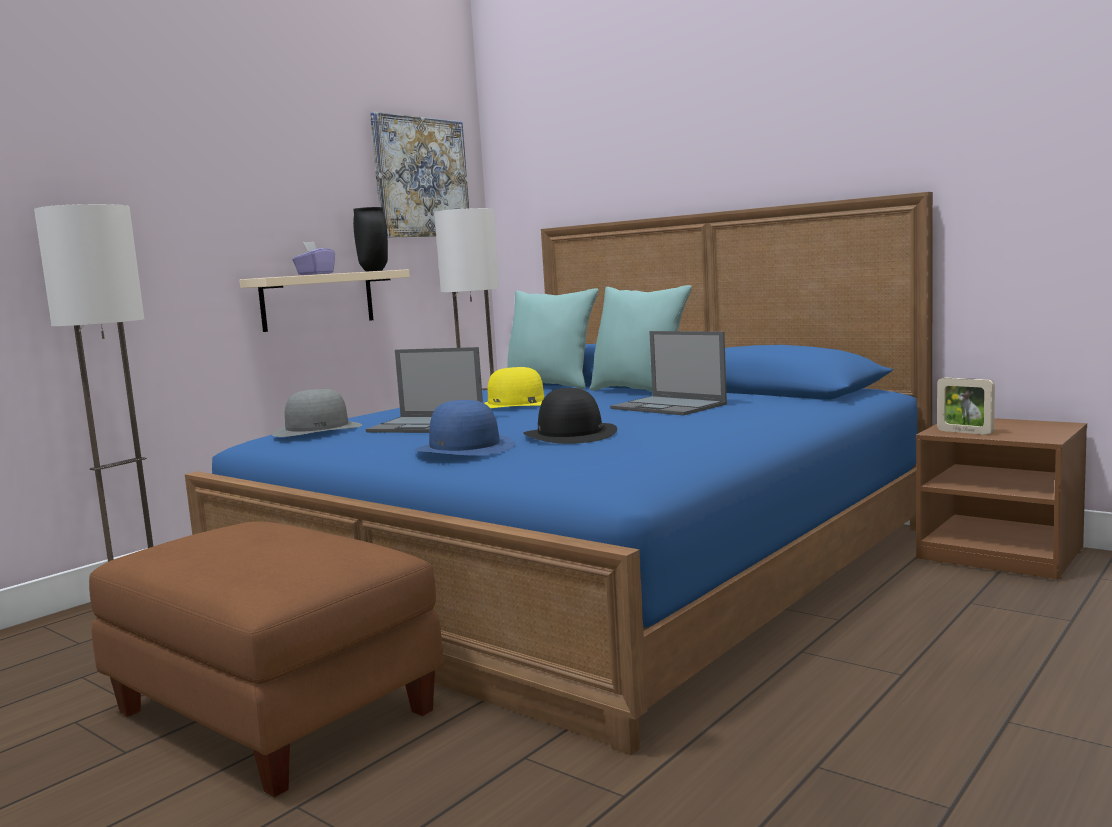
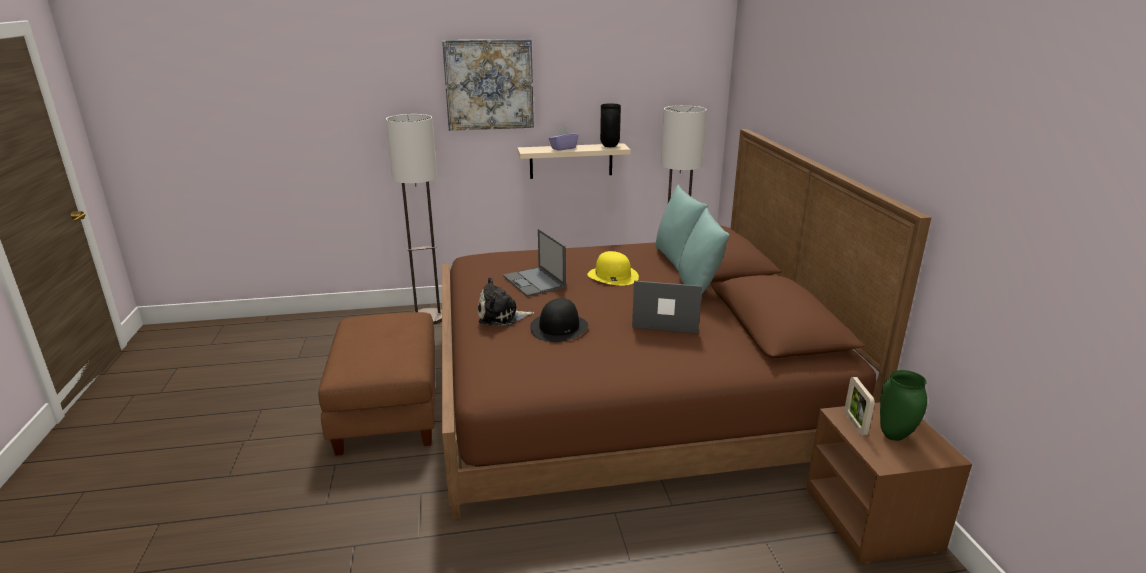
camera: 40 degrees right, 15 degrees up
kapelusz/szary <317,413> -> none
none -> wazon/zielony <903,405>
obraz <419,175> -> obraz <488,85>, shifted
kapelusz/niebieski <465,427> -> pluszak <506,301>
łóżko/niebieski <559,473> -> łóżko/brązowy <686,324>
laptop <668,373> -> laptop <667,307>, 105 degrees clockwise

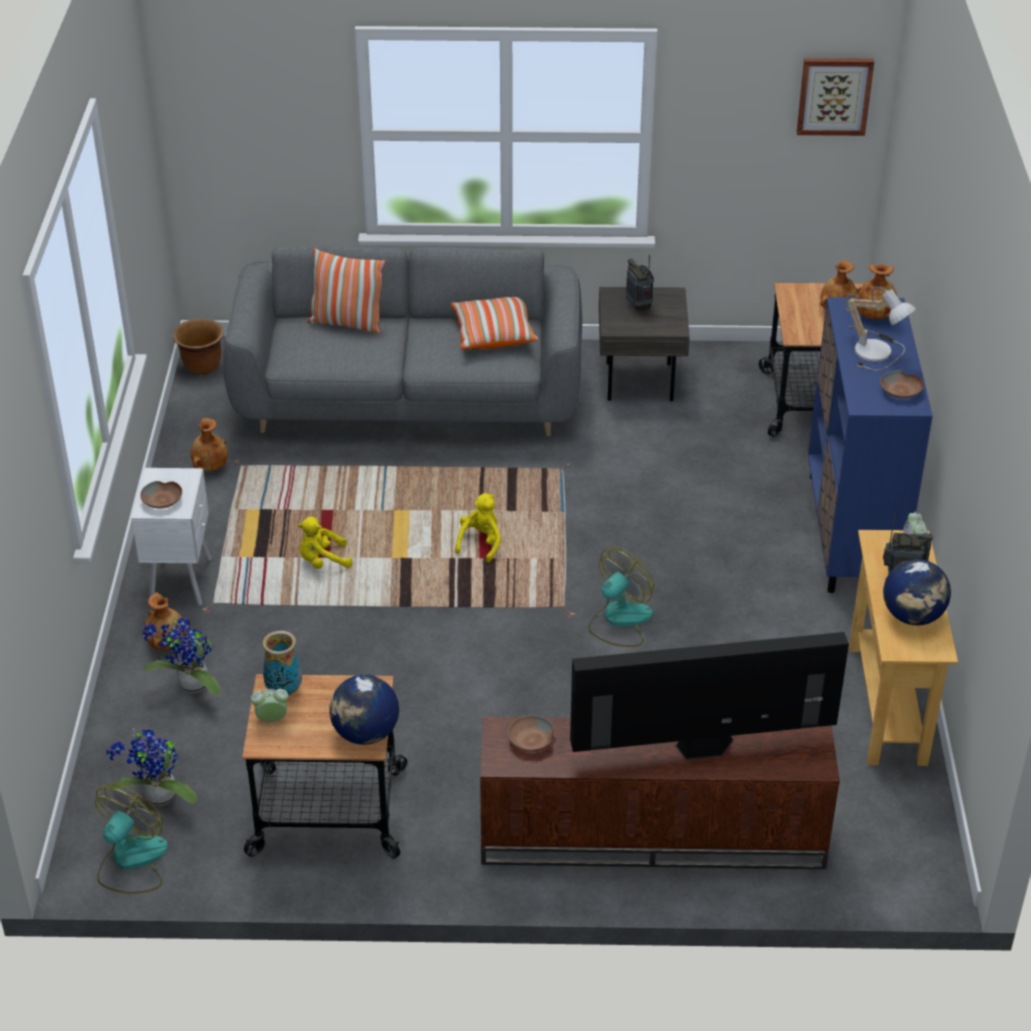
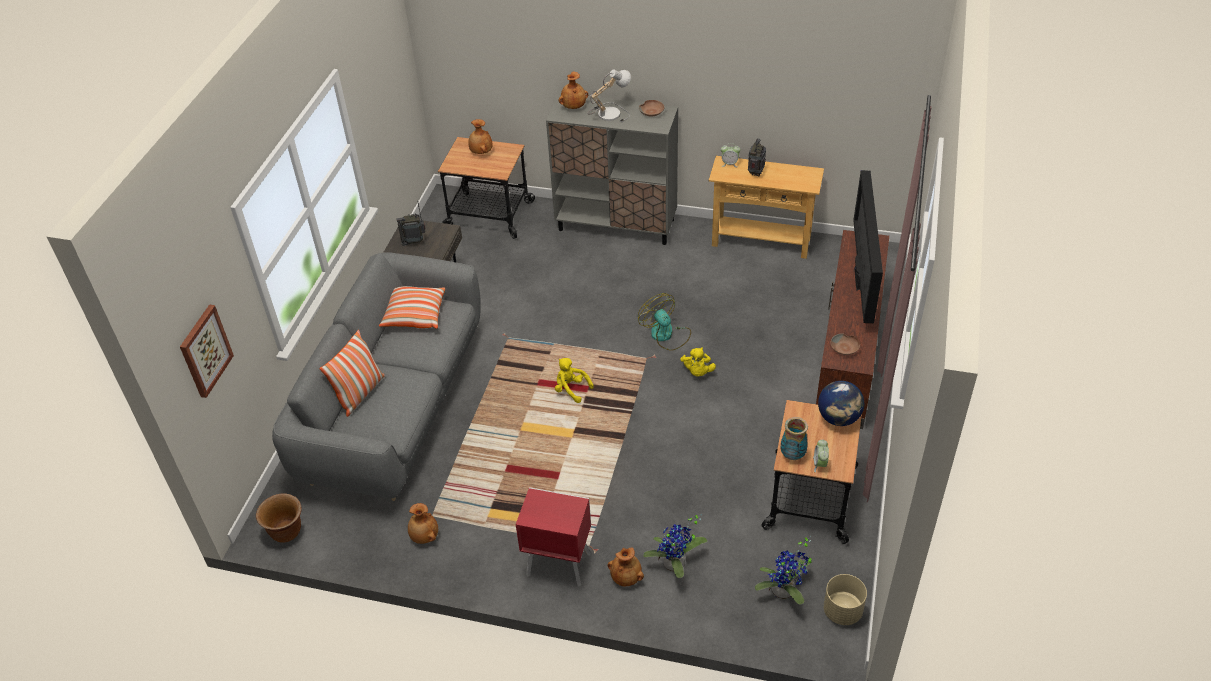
camera: 75 degrees left, 5 degrees up
miska/brązowy <161,494> -> none
globus <917,592> -> none
pluszak/żółty <325,542> -> pluszak/żółty <698,361>, shifted
obraz <835,97> -> obraz <207,351>, shifted
wentylator <131,839> -> donica/beżowy <845,599>
szafka nocna/biały <171,537> -> szafka nocna/czerwony <553,536>
szafka/niebieski <870,445> -> szafka/szary <612,169>

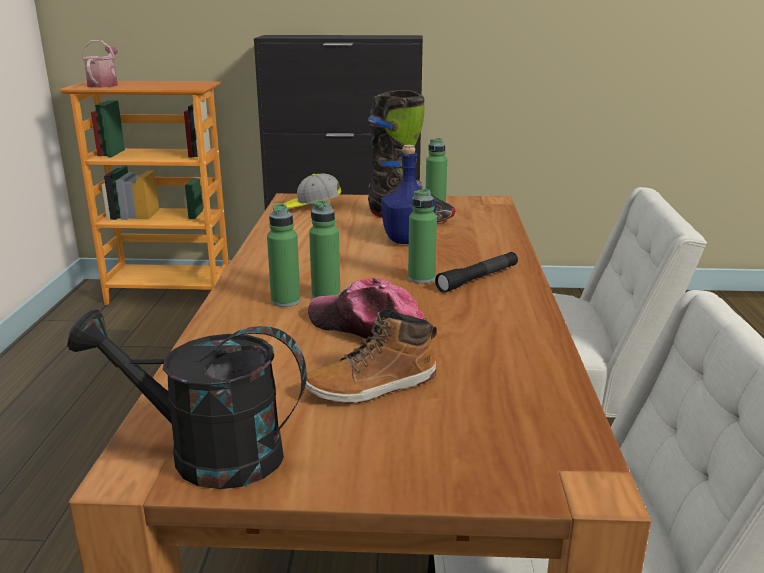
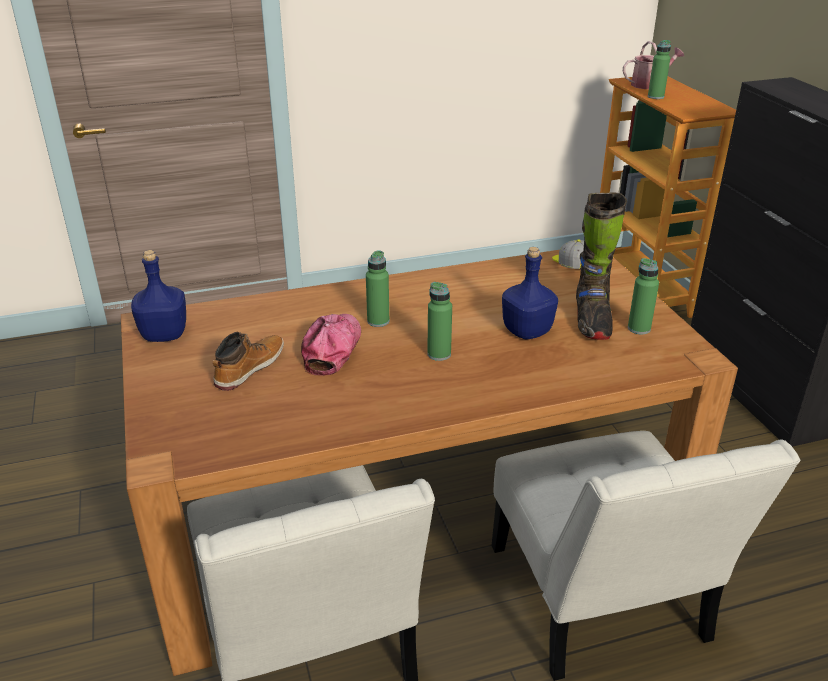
camera: 70 degrees right, 10 degrees up
latarka/czarny <476,272> -> none
butelka/zielony <283,255> -> butelka/zielony <659,69>, shifted
konewka/czarny <187,399> -> butelka/niebieski <158,296>
but z cholewką <371,356> -> but z cholewką <248,361>, 75 degrees clockwise

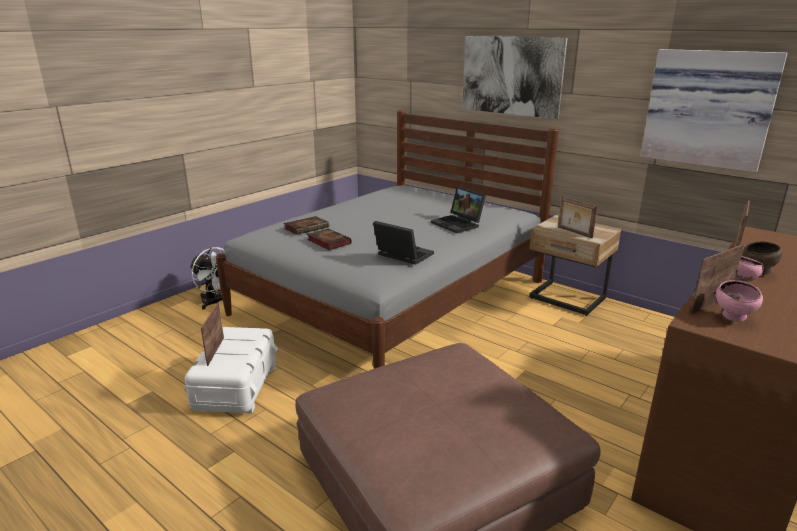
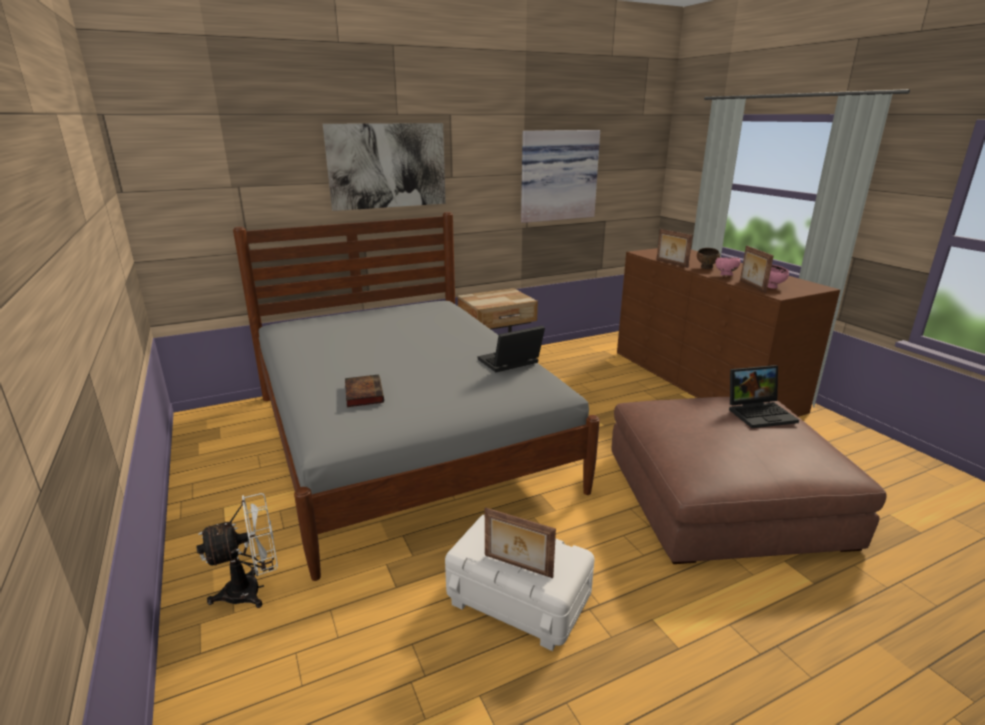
camera: 65 degrees left, 0 degrees up
książka <329,239> -> none
ramka na zdjęcie <578,217> -> none
laptop <458,210> -> laptop <764,396>, shifted

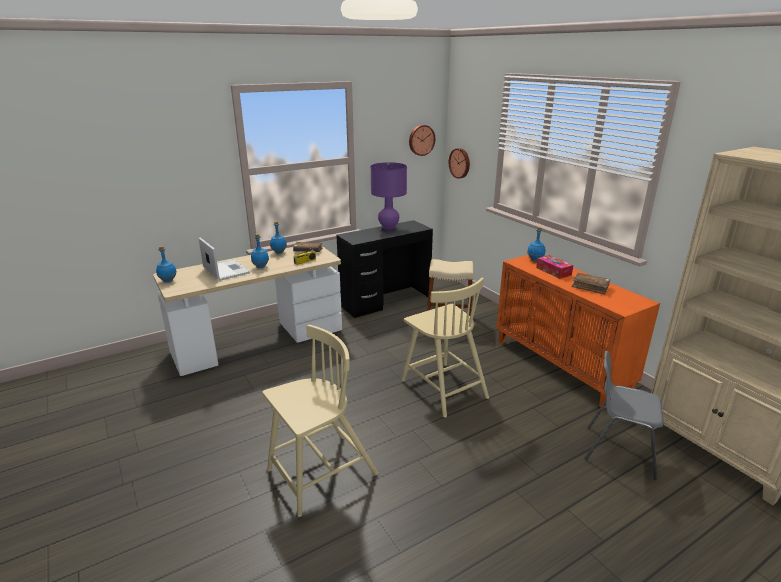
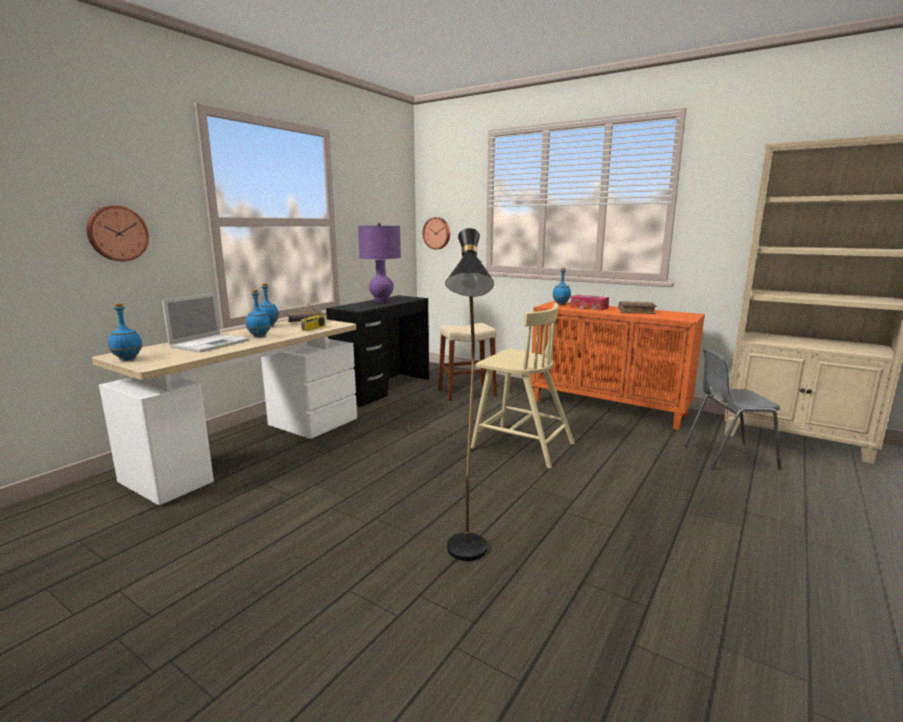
camera: 25 degrees left, 10 degrees down
zegar ścienny <422,140> -> zegar ścienny <118,233>, shifted
krzesło/beżowy <320,421> -> lampa stojąca/czarny <469,394>
laptop <224,259> -> laptop <205,323>, 90 degrees clockwise

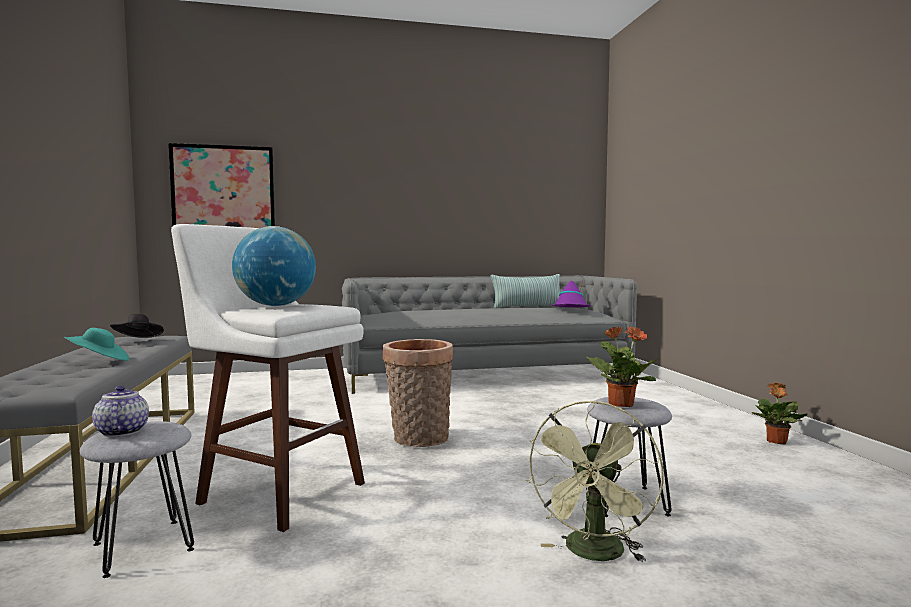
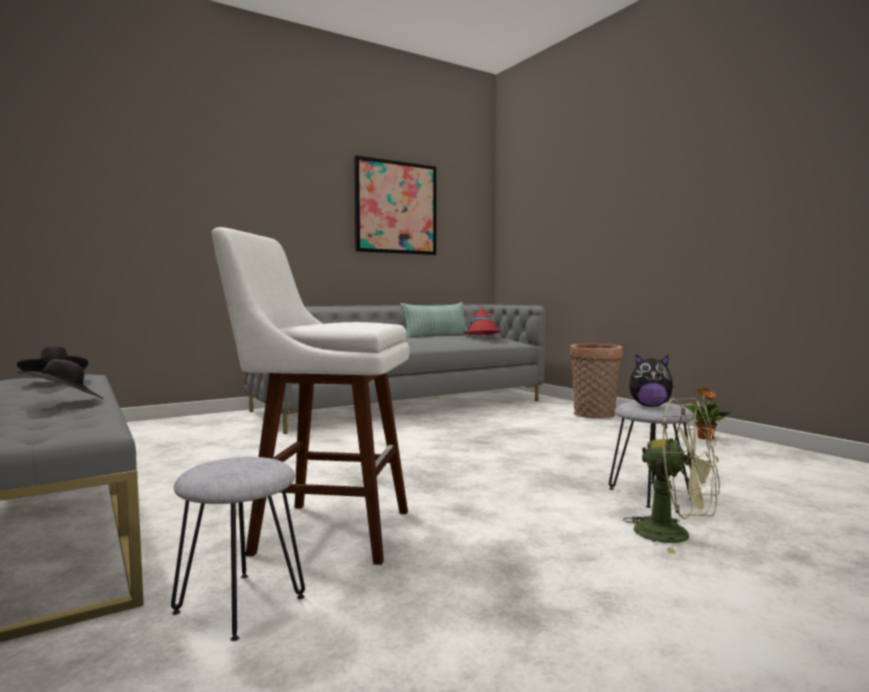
camera: 20 degrees left, 0 degrees up
imbryk <120,411> -> none
globus <274,266> -> none
obraz <221,185> -> obraz <395,205>, shifted
koszyk <417,393> -> koszyk <596,381>, shifted
roślina doniczkowa <623,367> -> pluszak <651,380>
kapelusz/turkusowy <96,344> -> kapelusz/czarny <60,379>
kapelusz/fioletowy <571,293> -> kapelusz/czerwony <482,321>
wentylator/zielony <595,481> -> wentylator/zielony <671,476>, 60 degrees counterclockwise

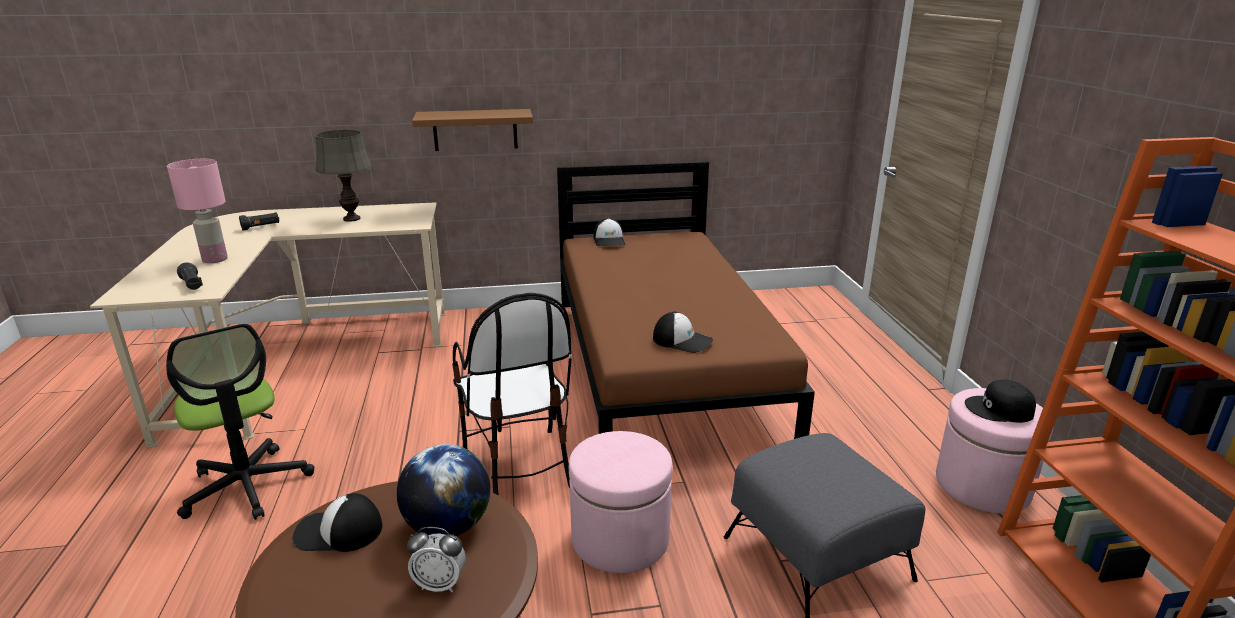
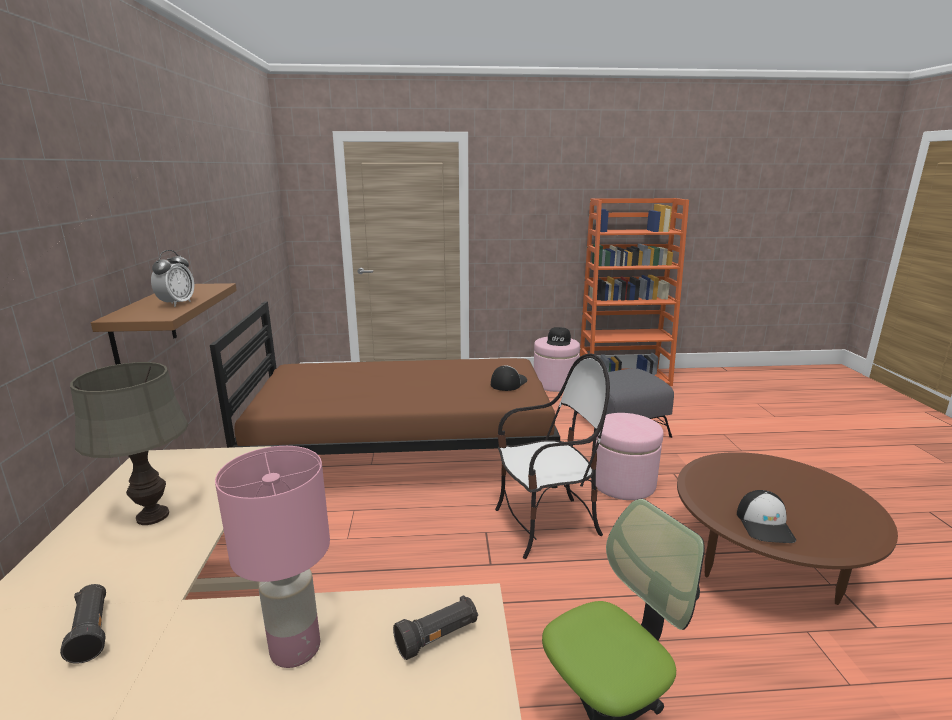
camera: 85 degrees left, 5 degrees down
globus <443,490> -> none
czapka z daszkiem <609,232> -> none
budzik <436,559> -> budzik <172,278>, shifted

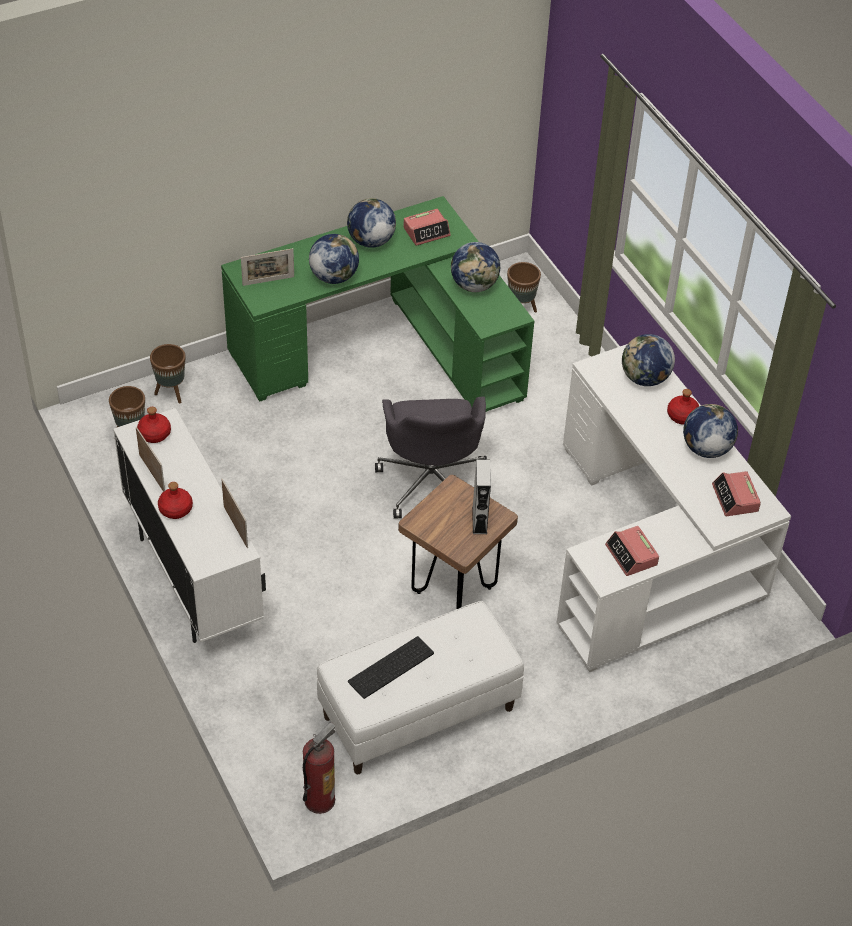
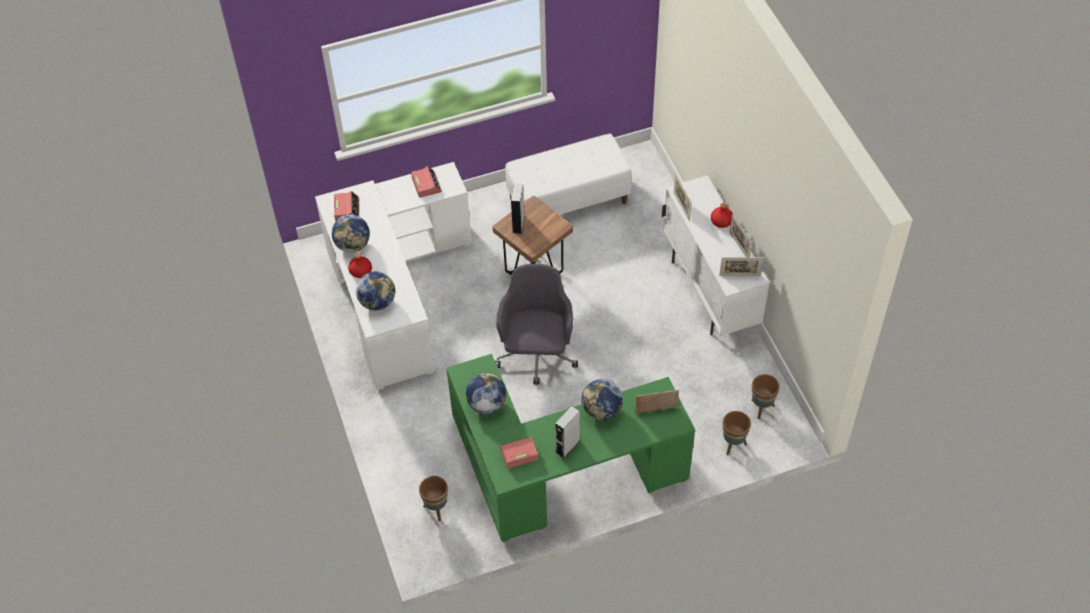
camera: 170 degrees left, 5 degrees up
gaśnica <319,768> -> none
klawiatura <391,667> -> none
butelka/czerwony <154,425> -> ramka na zdjęcie <741,266>
globus <371,223> -> głośnik/szary <567,432>

